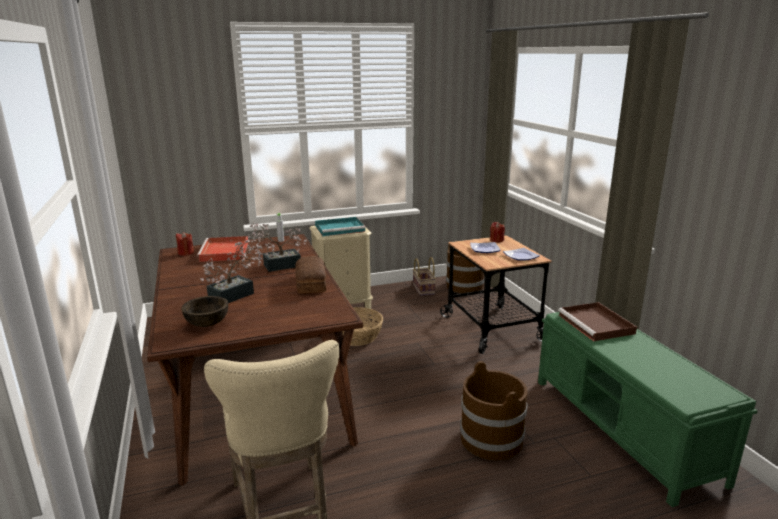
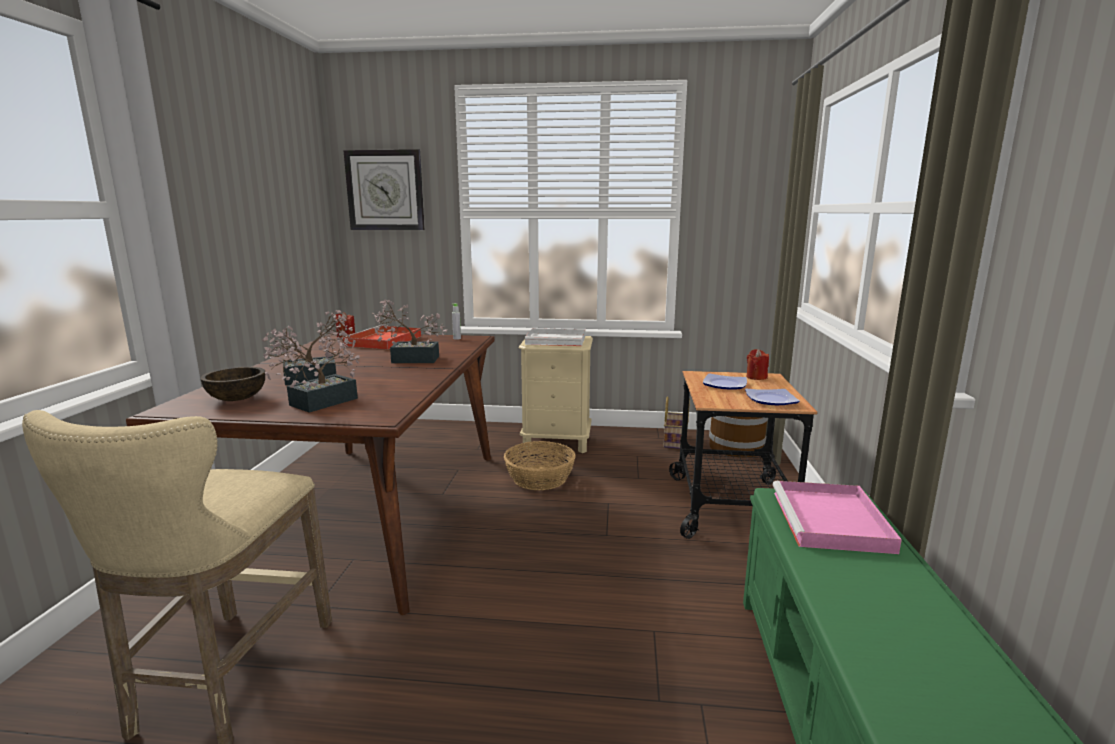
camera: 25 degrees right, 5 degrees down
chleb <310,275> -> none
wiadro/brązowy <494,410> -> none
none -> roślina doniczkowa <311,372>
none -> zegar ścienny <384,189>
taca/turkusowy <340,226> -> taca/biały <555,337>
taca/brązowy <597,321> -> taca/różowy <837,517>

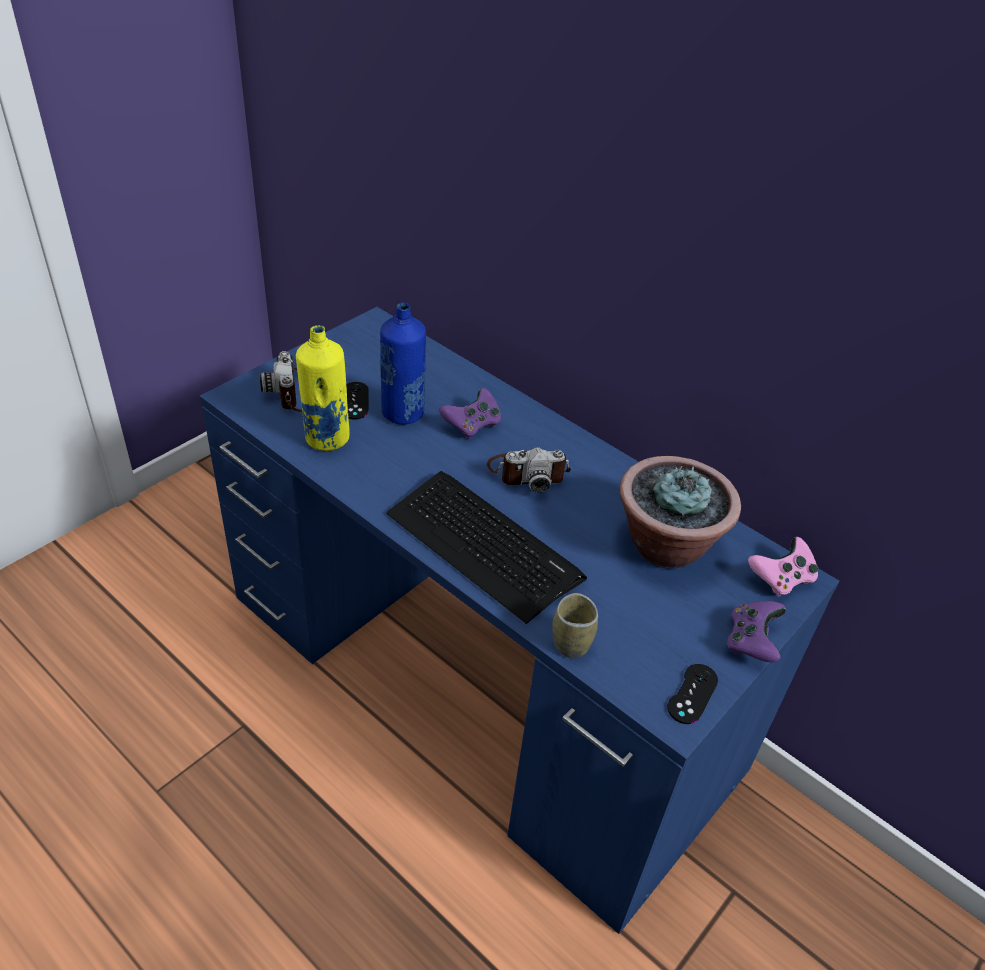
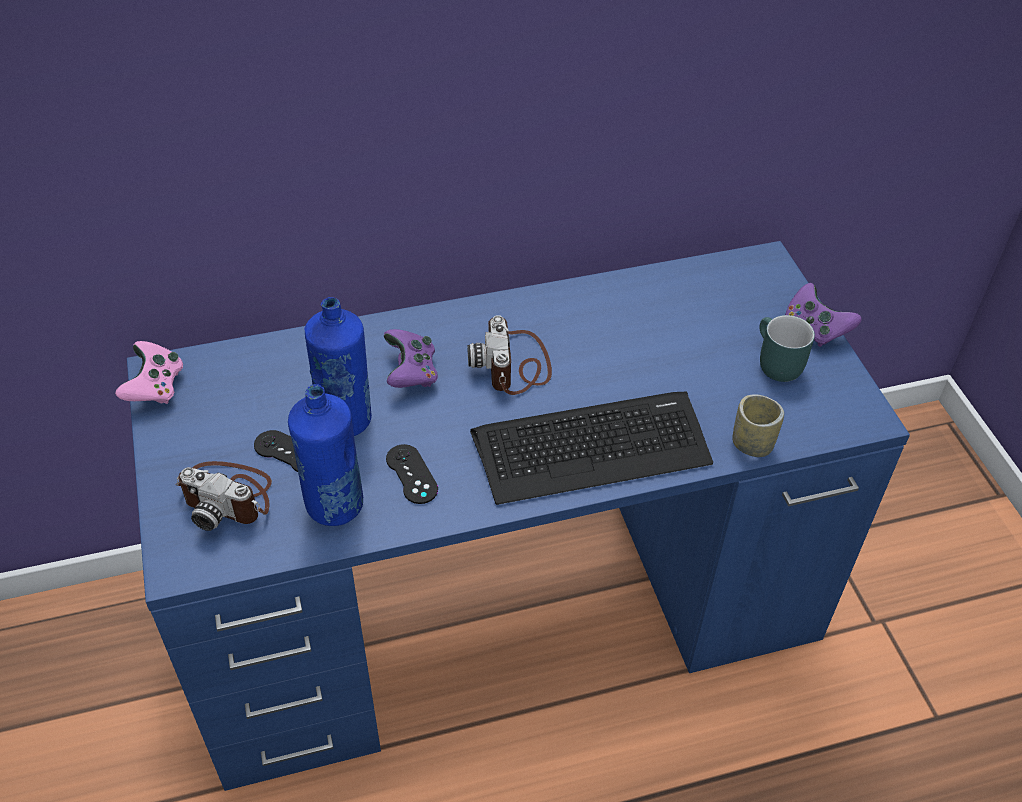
camera: 55 degrees left, 5 degrees up
roślina doniczkowa <680,512> -> none
none -> kubek/turkusowy <787,348>
pad do gier/czarny <692,694> -> pad do gier/czarny <412,474>, shifted
pad do gier/różowy <783,567> -> pad do gier/różowy <149,372>, shifted
butelka/żółty <322,388> -> butelka/niebieski <325,455>
aparat fotograficzny <529,470> -> aparat fotograficzny <509,355>, 150 degrees clockwise

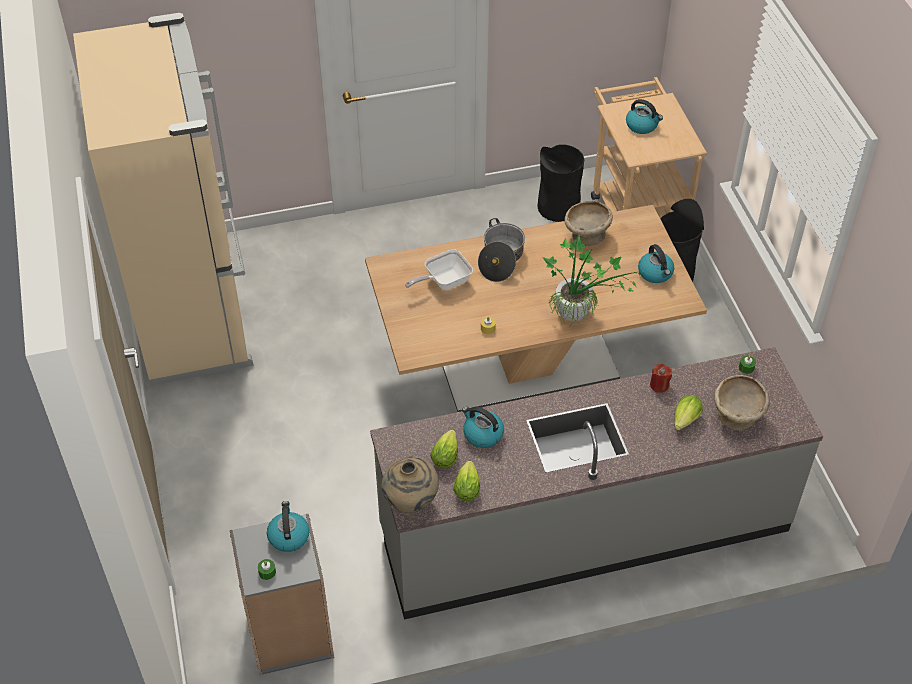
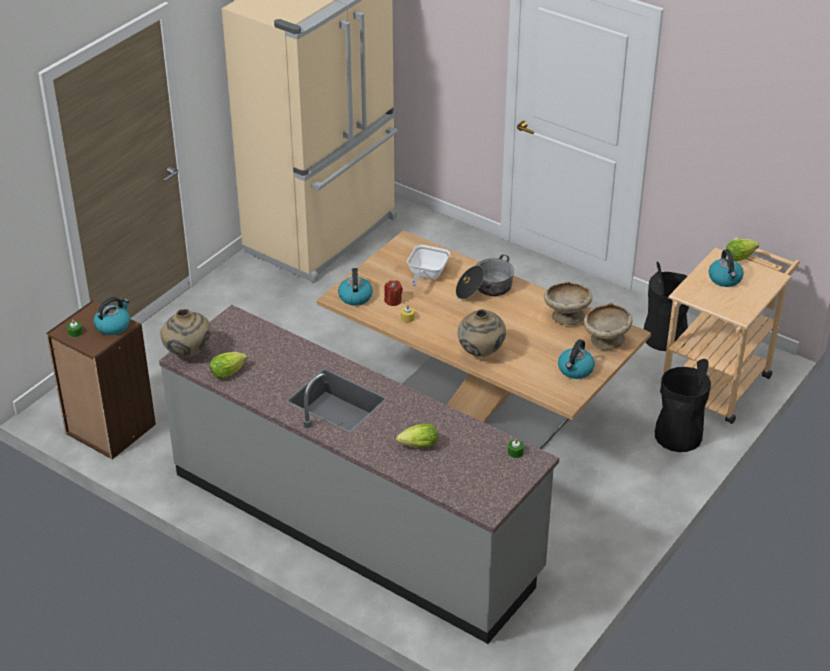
camera: 50 degrees right, 10 degrees down
sałata <444,449> -> sałata <742,250>, shifted
czajnik <483,427> -> czajnik <355,287>, shifted
świeca/czerwony <661,378> -> świeca/czerwony <393,293>, shifted
miska/beżowy <742,402> -> miska/beżowy <608,326>, shifted
roślina doniczkowa <592,280> -> wazon/beżowy <482,333>
regał/szary <282,594> -> regał/brązowy <101,379>
patelnia <439,269> -> patelnia <428,265>, 90 degrees counterclockwise

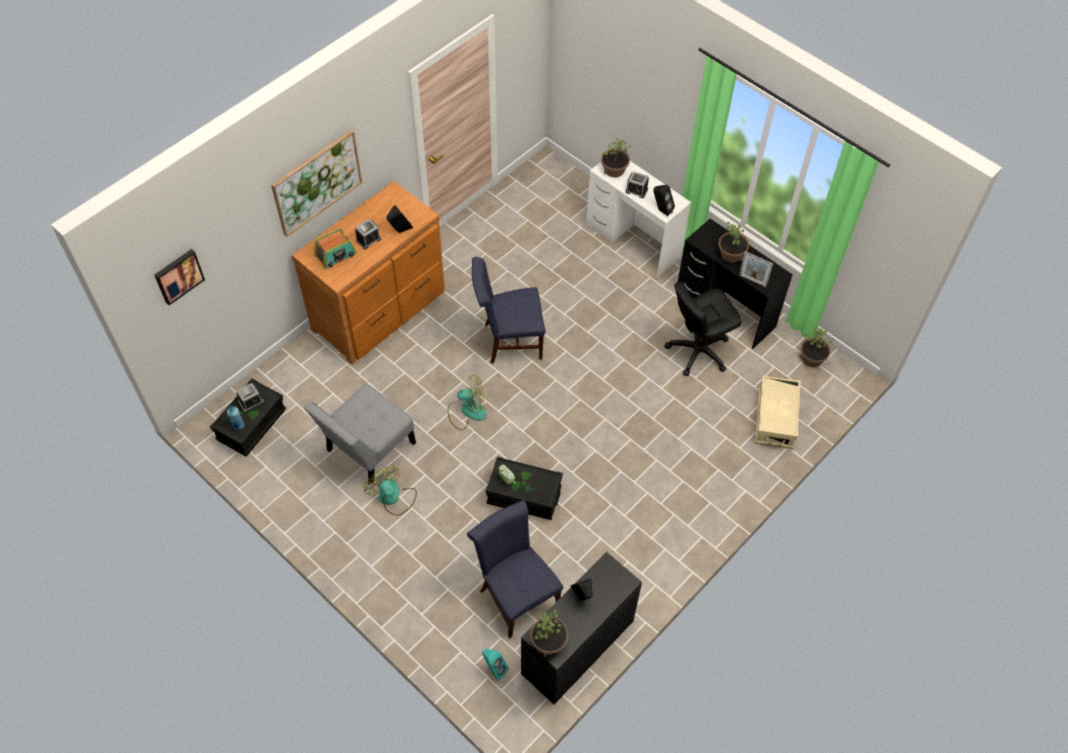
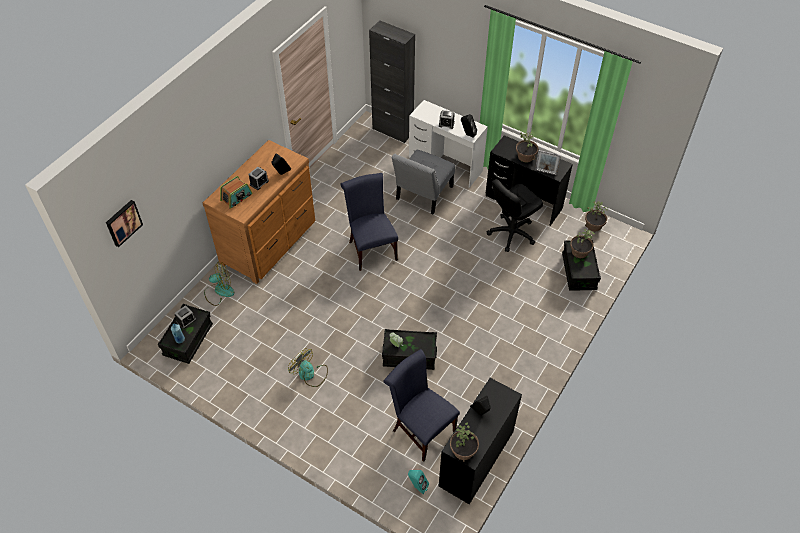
camera: 10 degrees left, 5 degrees down
obraz <316,183> -> none
none -> szafka/czarny <392,81>
krzesło/szary <360,434> -> krzesło/szary <423,182>, shifted
wentylator <467,402> -> wentylator <219,284>, shifted
roślina doniczkowa <616,157> -> roślina doniczkowa <582,243>, shifted
pojemnik do przechowywania/beżowy <778,412> -> pojemnik do przechowywania/czarny <581,265>
krzesło/niebieski <509,310> -> krzesło/niebieski <369,222>, 90 degrees clockwise

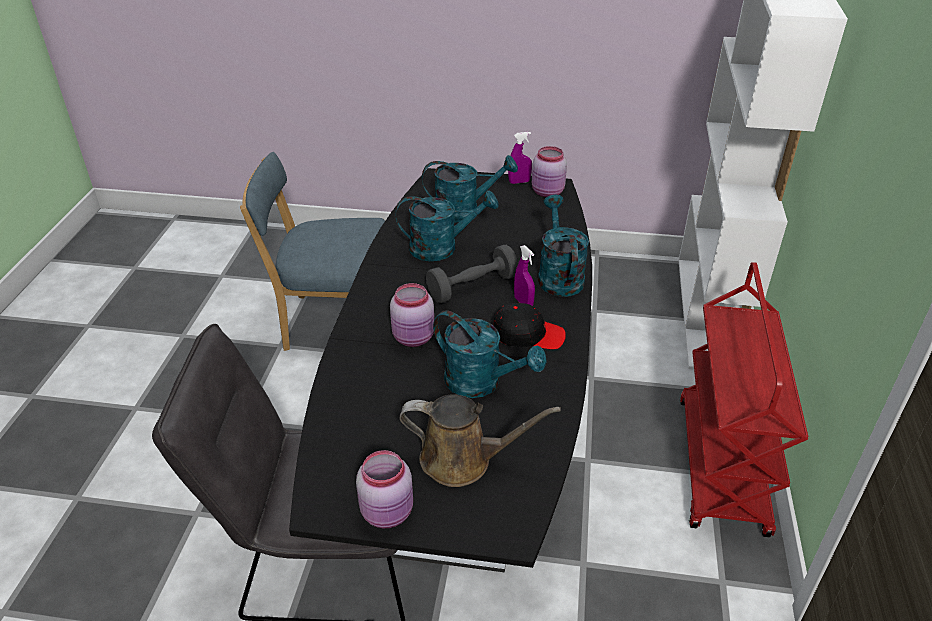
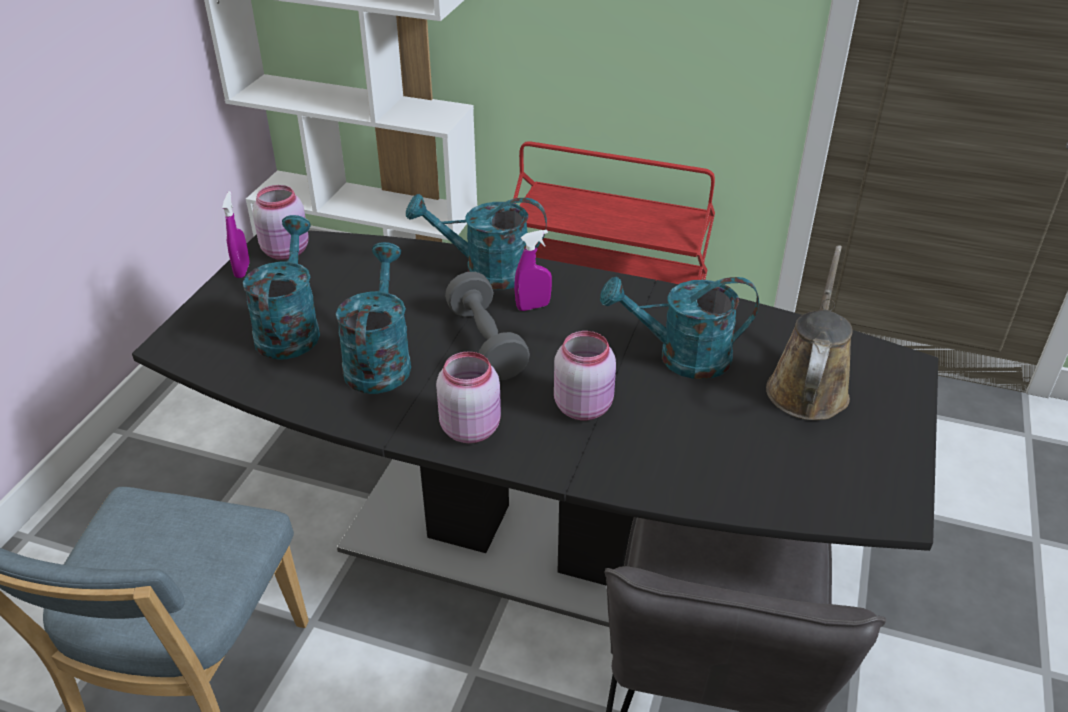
camera: 80 degrees left, 0 degrees up
czapka z daszkiem/czarny <530,326> -> none
słoik/różowy <384,489> -> słoik/różowy <468,397>, shifted
konewka/turkusowy <490,354> -> konewka/turkusowy <679,327>, 135 degrees counterclockwise

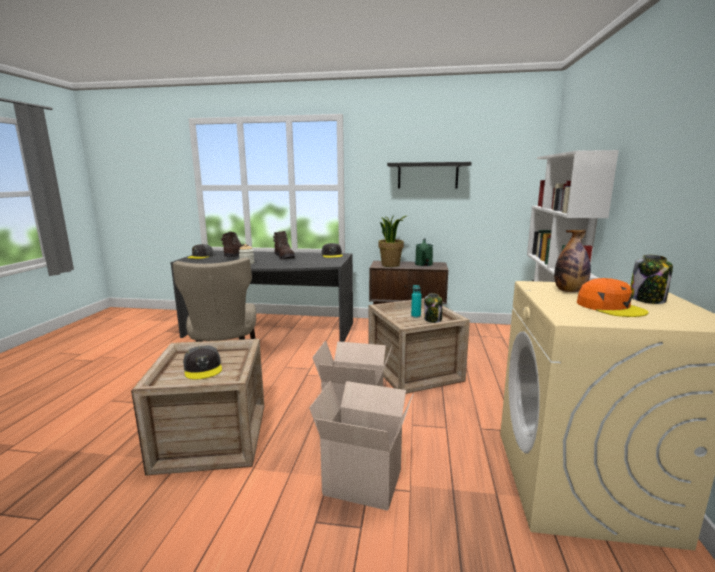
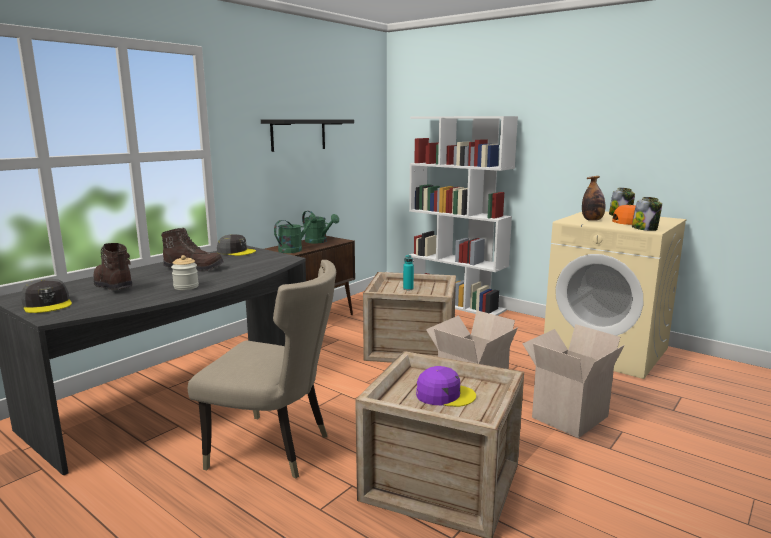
camera: 60 degrees left, 0 degrees up
słoik <433,308> -> słoik <647,214>, shifted
roślina doniczkowa <392,240> -> konewka/zielony <295,234>
czapka z daszkiem/szary <202,362> -> czapka z daszkiem/fioletowy <446,386>

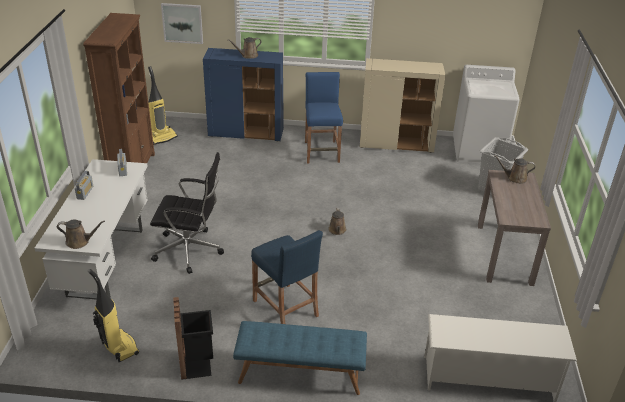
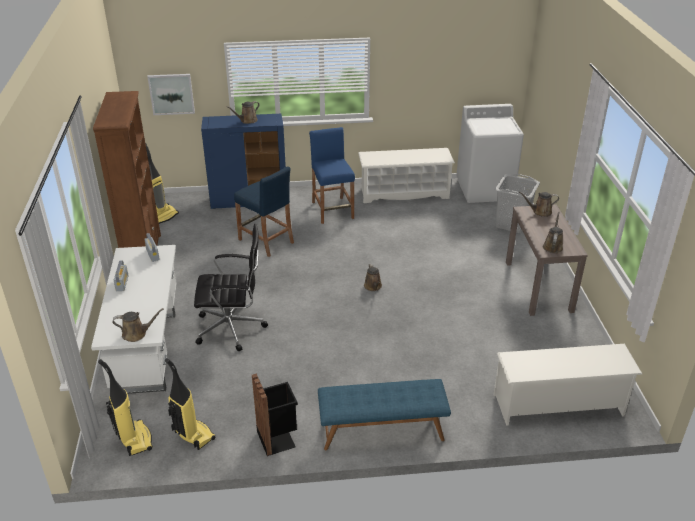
camera: 10 degrees left, 0 degrees up
none -> odkurzacz <125,407>
none -> konewka/brązowy <553,232>
stołek/niebieski <287,277> -> stołek/niebieski <264,212>, shifted
szafka/beżowy <402,105> -> regał na buty/biały <406,175>

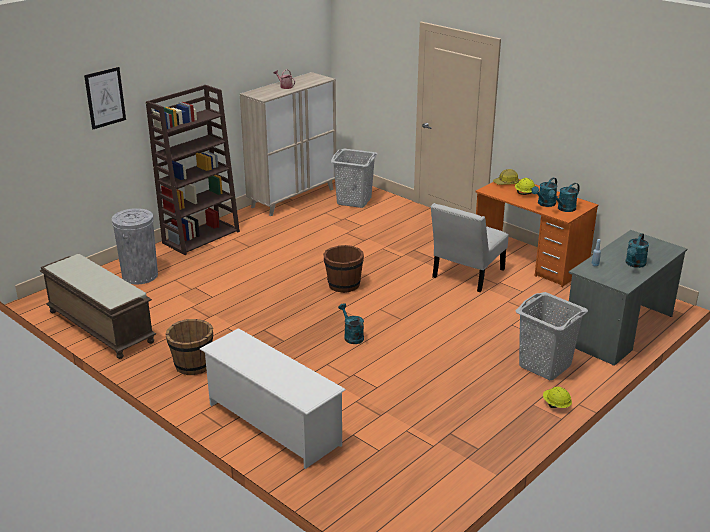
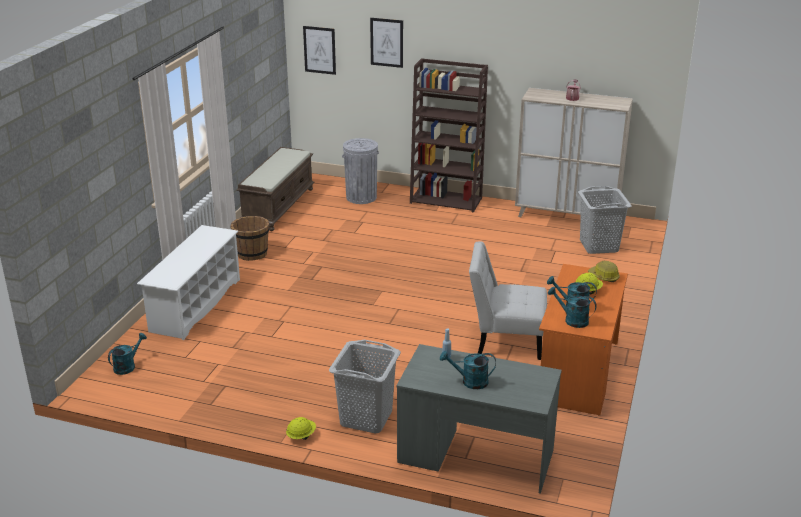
camera: 65 degrees right, 0 degrees up
wiadro/brązowy <343,269> -> none
none -> obraz <319,50>
konewka/turkusowy <351,323> -> konewka/turkusowy <127,354>, shifted

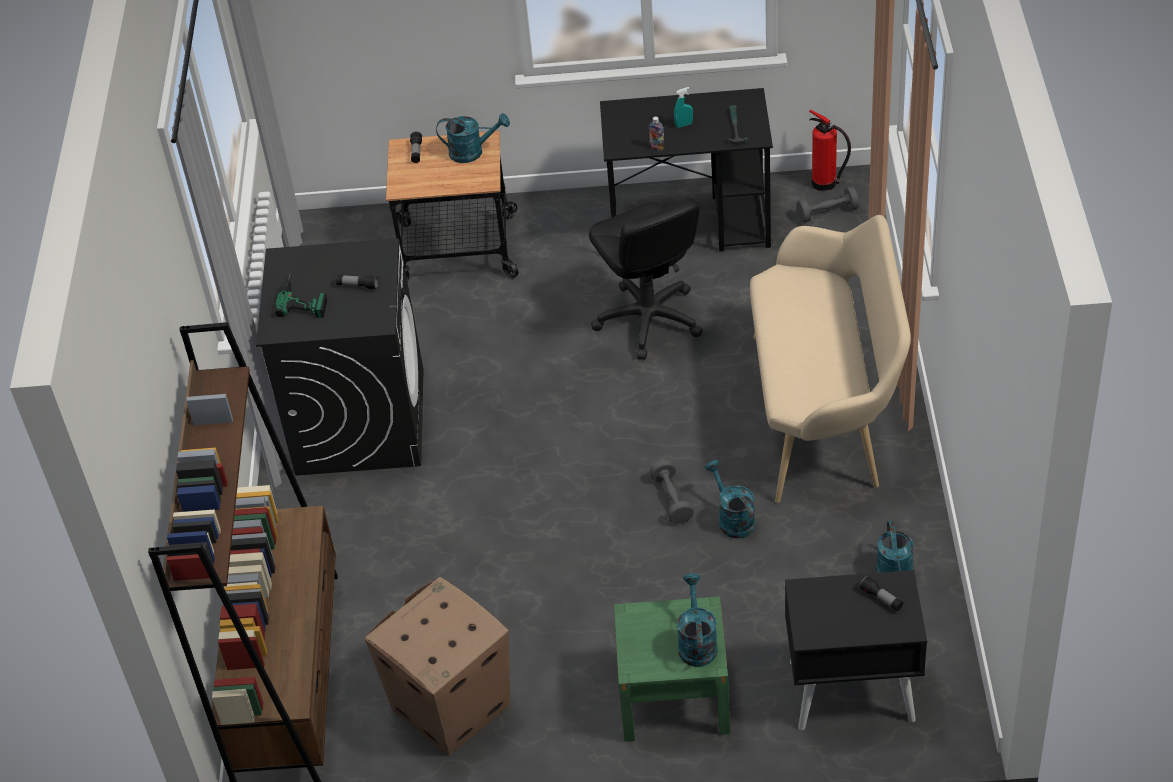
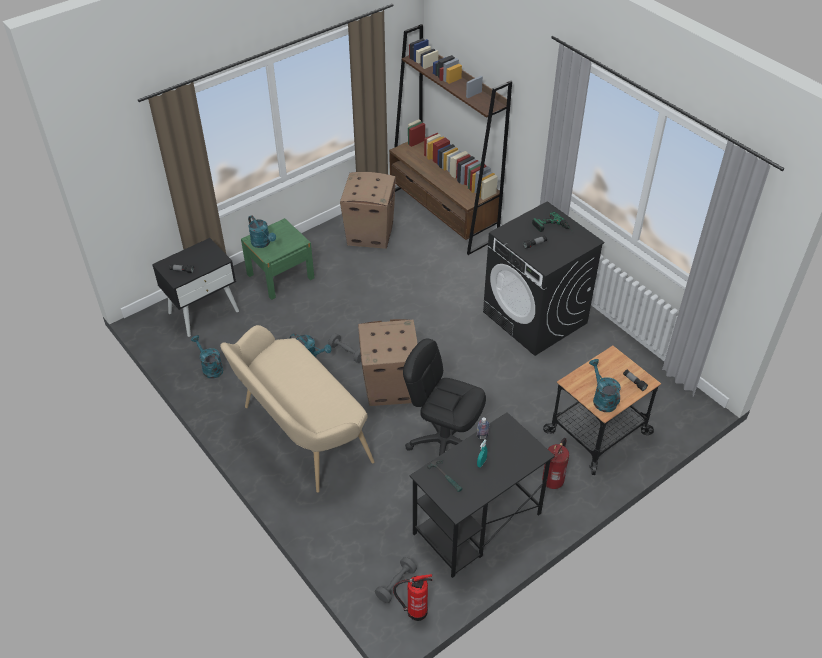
camera: 140 degrees right, 0 degrees up
none -> karton <388,362>
none -> gaśnica <555,463>
konewka/turkusowy <473,138> -> konewka/turkusowy <605,385>, 105 degrees clockwise

